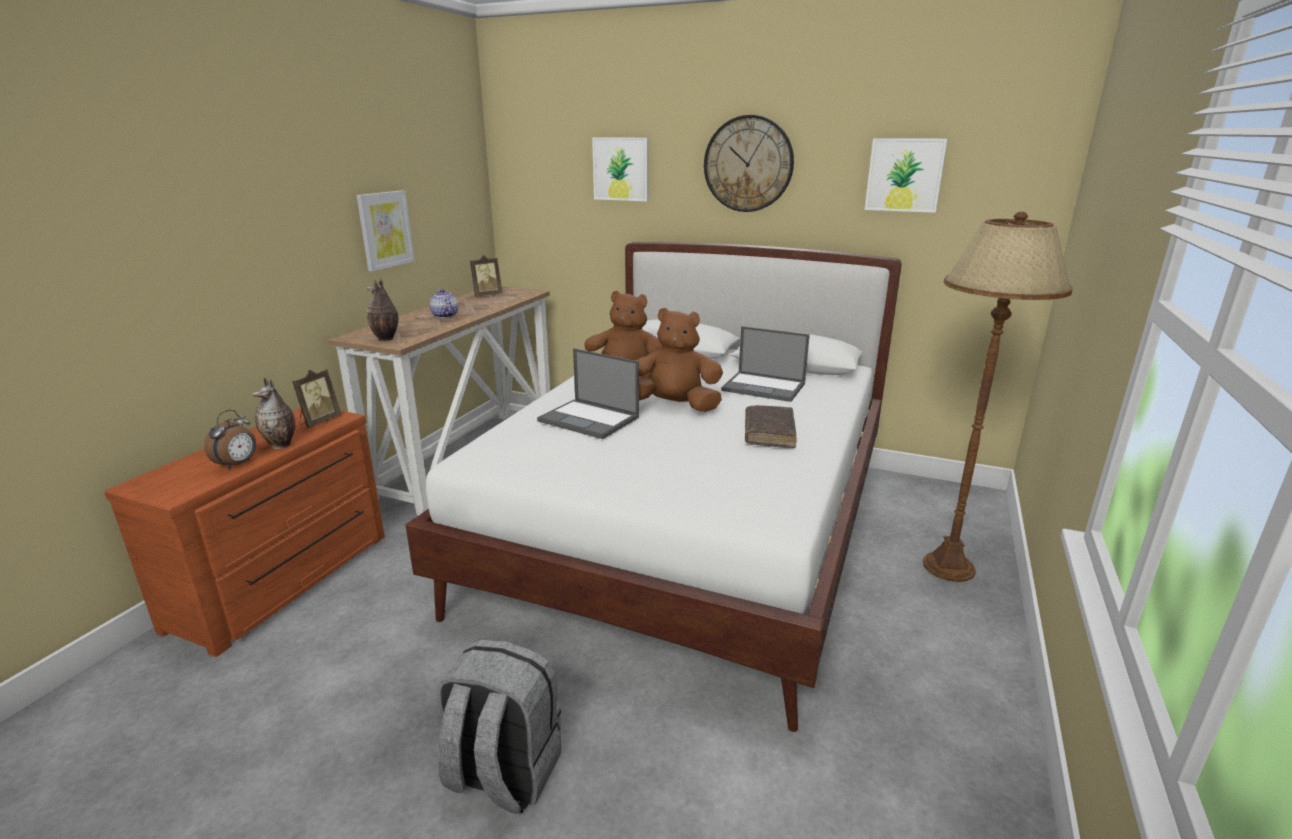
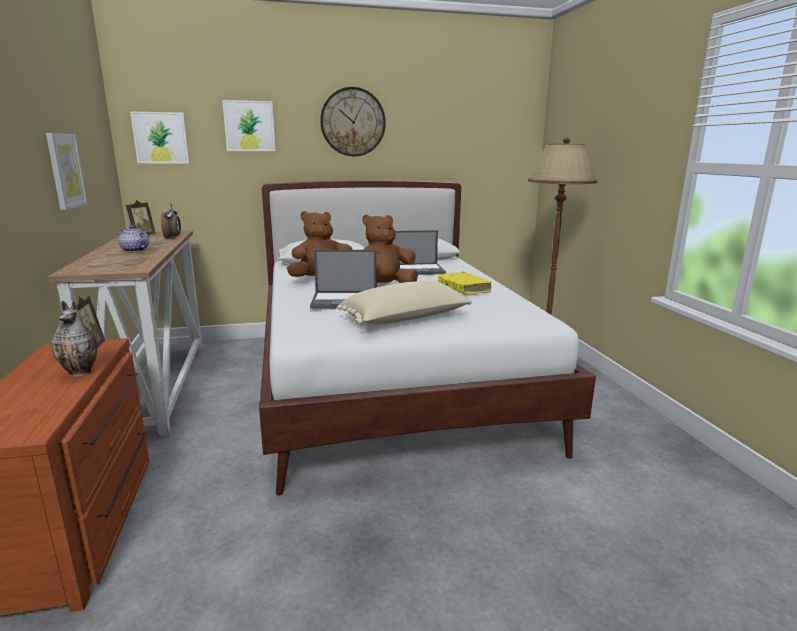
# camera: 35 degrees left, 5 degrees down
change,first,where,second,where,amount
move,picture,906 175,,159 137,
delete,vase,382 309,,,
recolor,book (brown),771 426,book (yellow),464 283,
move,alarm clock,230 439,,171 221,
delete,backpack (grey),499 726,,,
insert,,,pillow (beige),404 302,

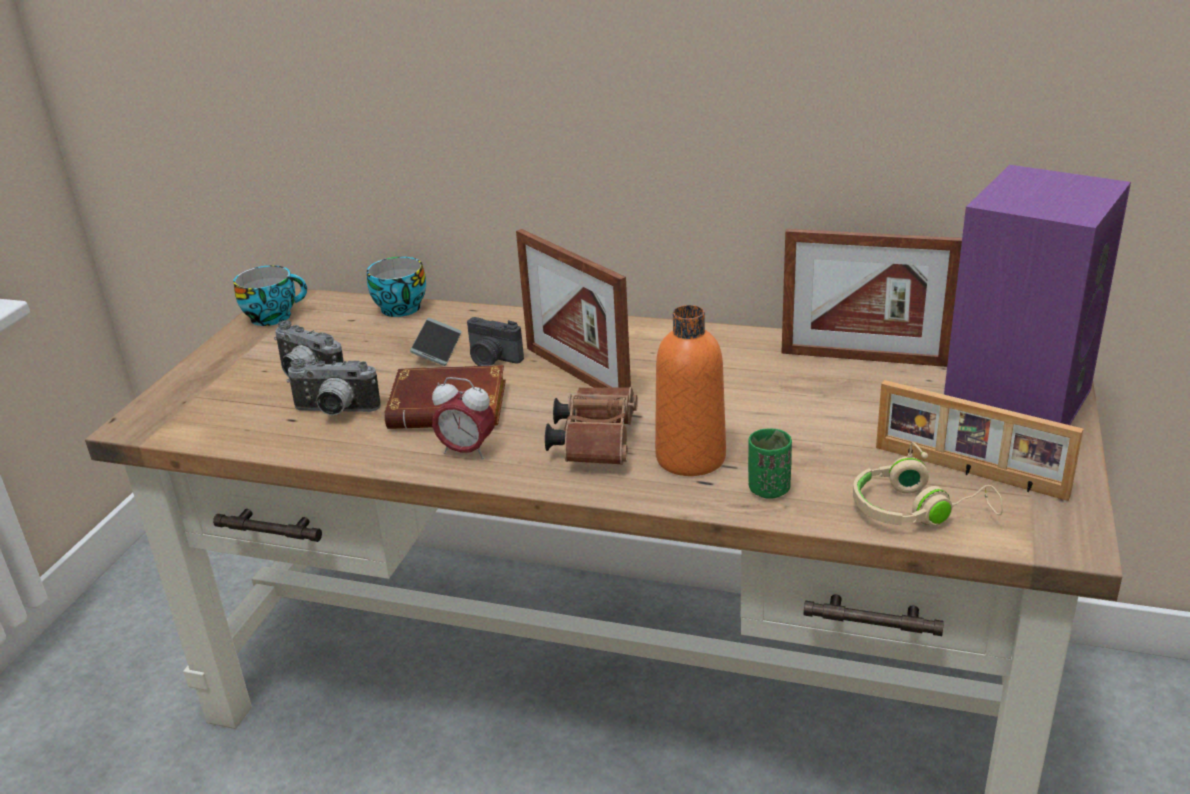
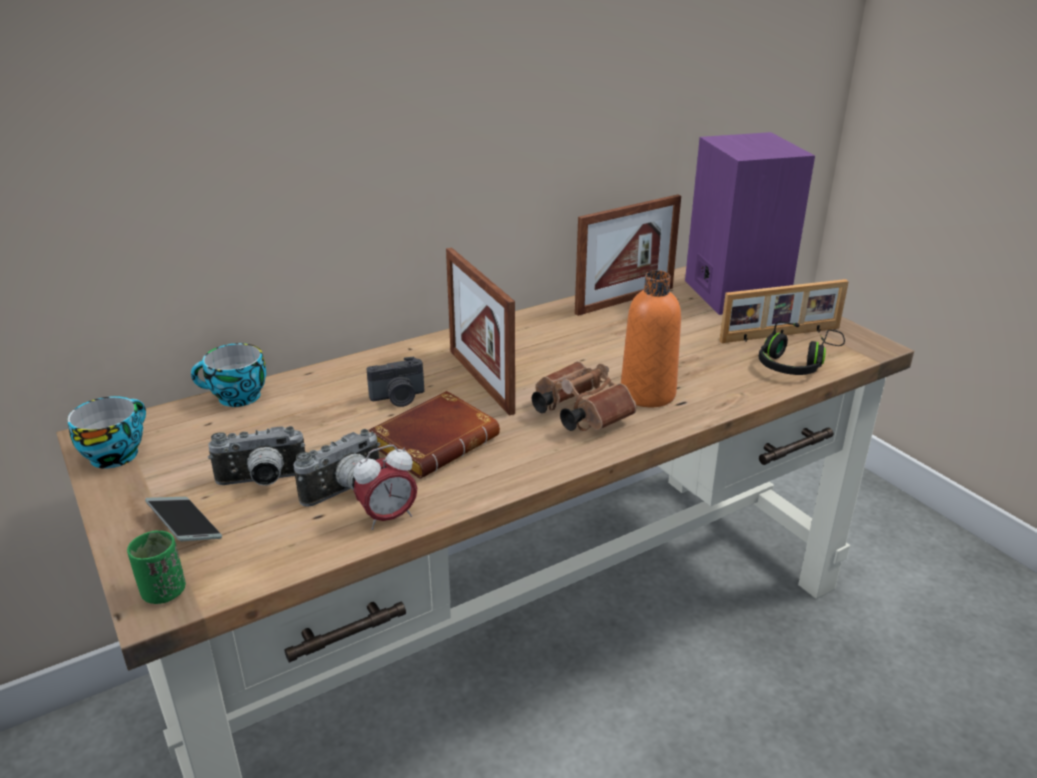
# camera: 50 degrees left, 0 degrees up
change,first,where,second,where,amount
rotate,picture frame,573 308,,480 332,60 degrees clockwise
move,phone,435 342,,183 519,
move,alarm clock,463 418,,385 487,
move,cup (green),770 463,,156 567,
recolor,headphones (beige),928 484,headphones (black),802 348,

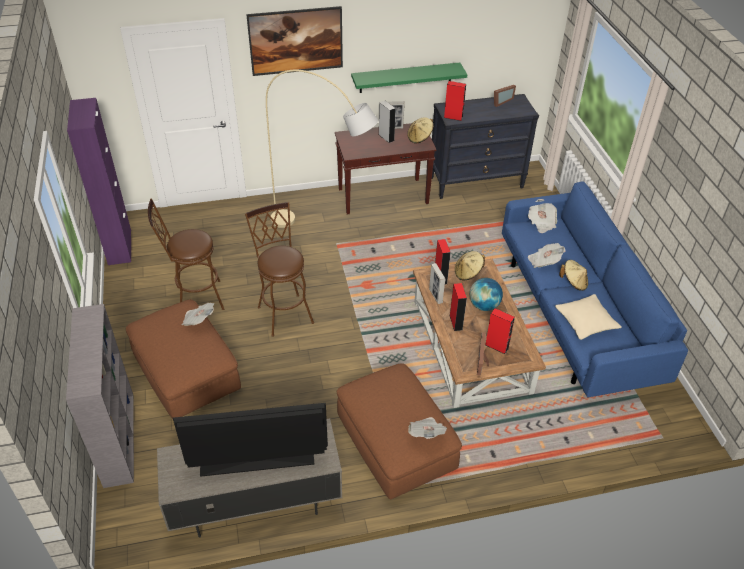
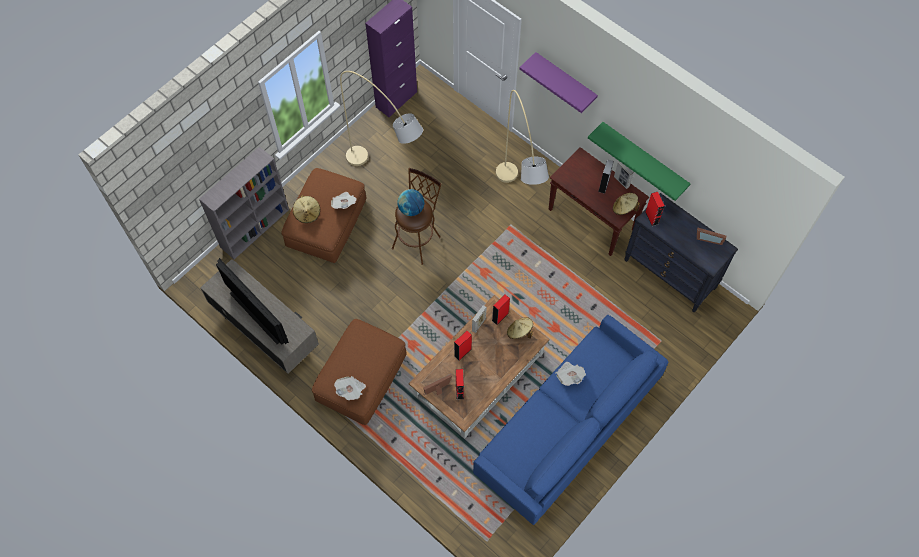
# camera: 55 degrees right, 20 degrees up
change,first,where,second,where,amount
replace,picture,294 41,shelf (purple),558 82,
replace,stool (brown),186 254,floor lamp (beige),381 118,
delete,newspaper,542 216,,,
move,hat (beige),573 275,,306 209,
move,globe,486 294,,410 202,
delete,pillow (beige),588 317,,,

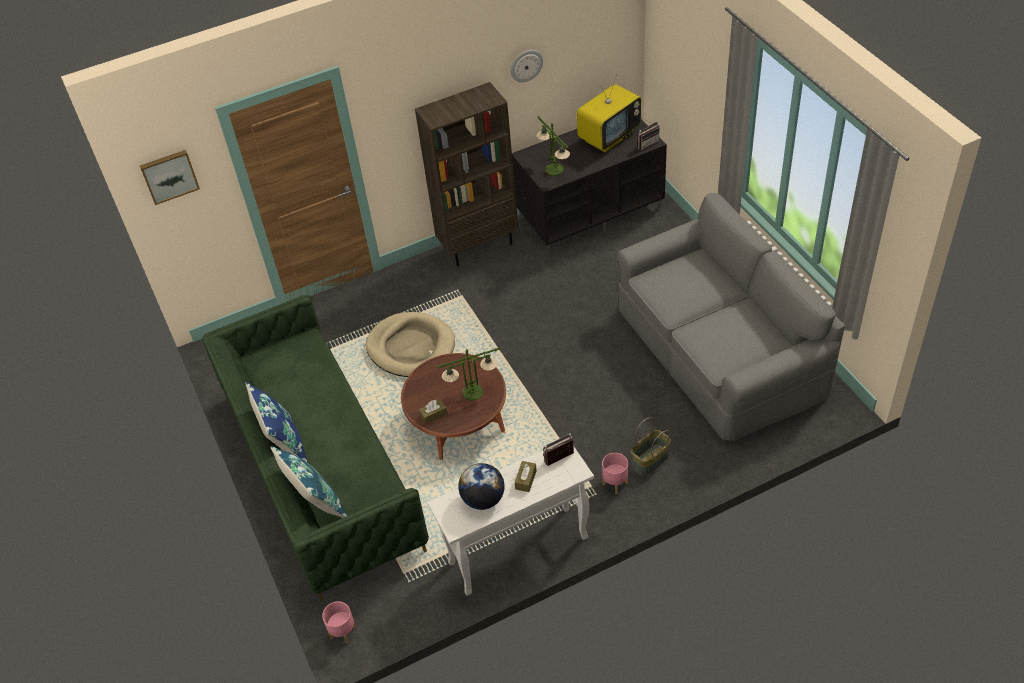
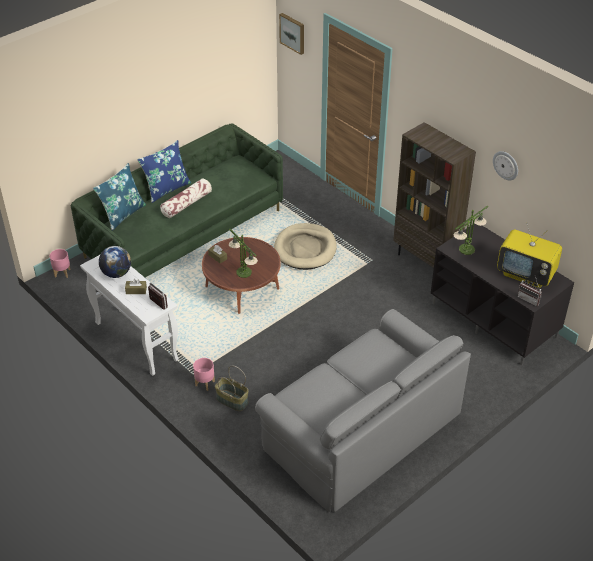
# camera: 70 degrees right, 5 degrees down
change,first,where,second,where,amount
insert,,,pillow,186 198,

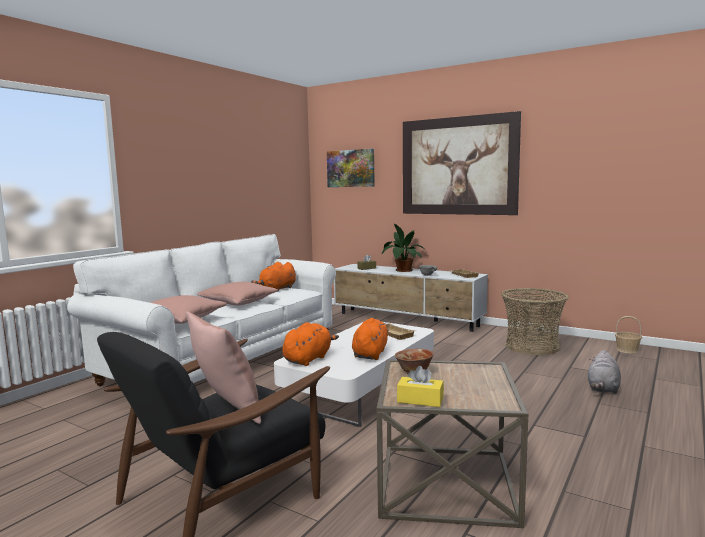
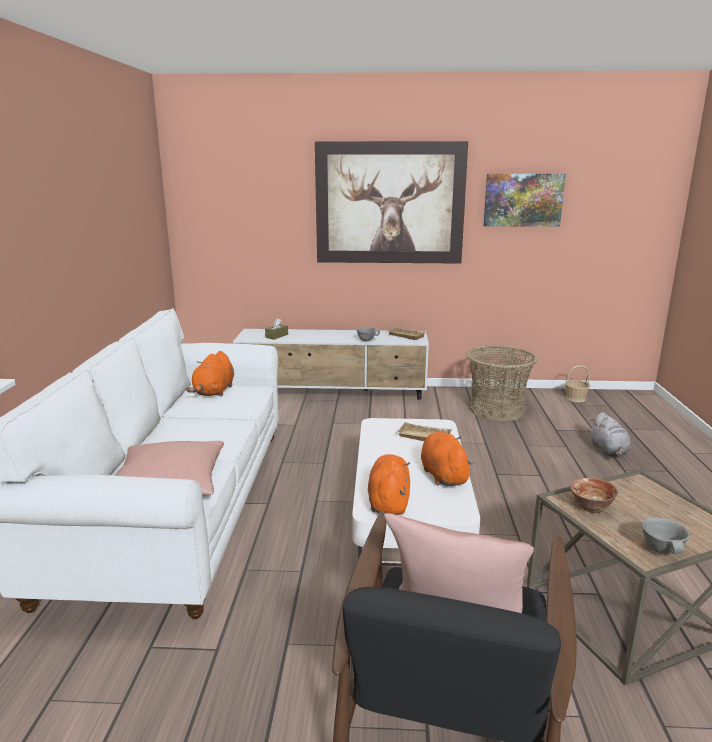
# camera: 30 degrees left, 10 degrees up
change,first,where,second,where,amount
move,picture,351 168,,524 200,
delete,potted plant,403 248,,,
delete,pillow (pink),237 293,,,
replace,tissue box (yellow),420 386,bowl (grey),666 535,

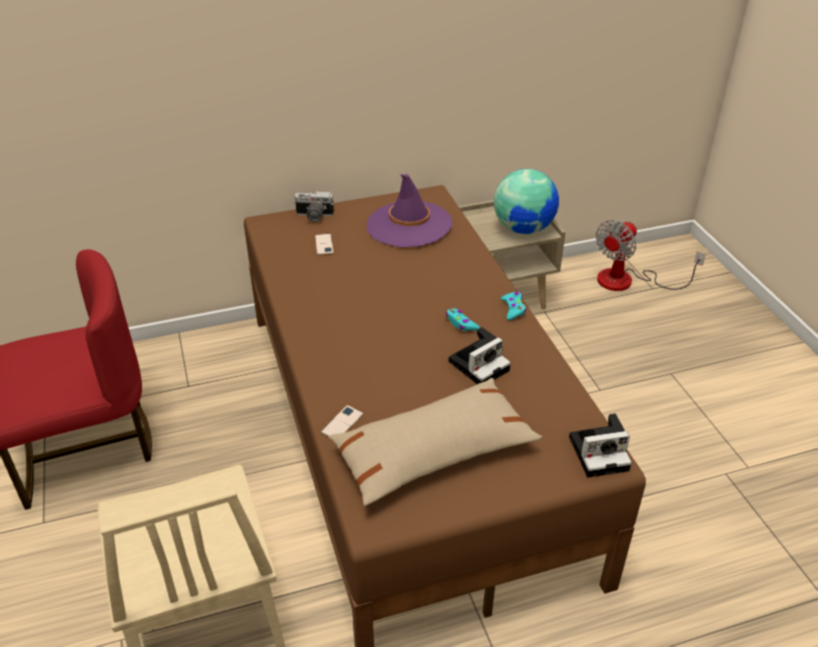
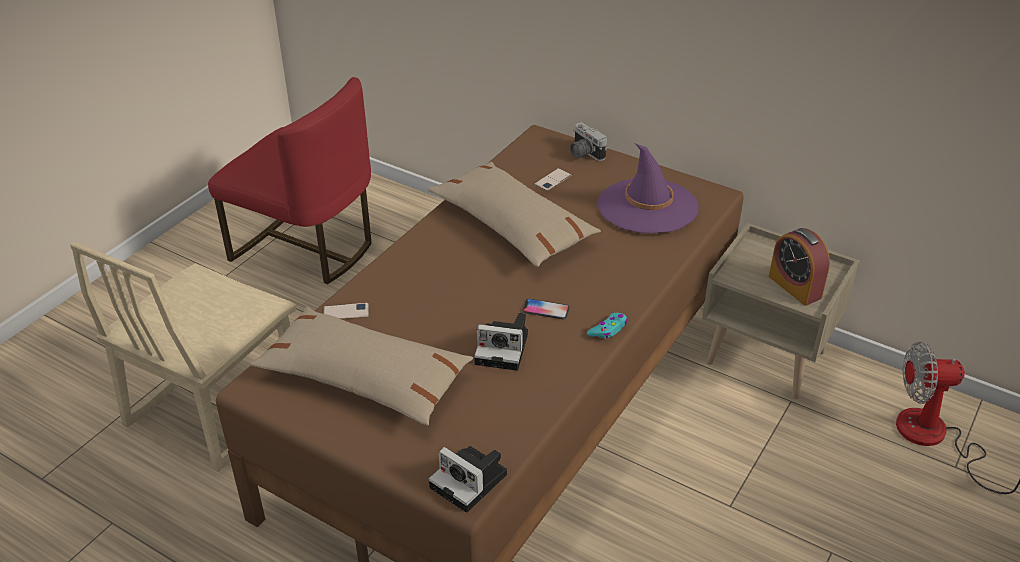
# camera: 50 degrees right, 0 degrees up
change,first,where,second,where,amount
replace,globe,526 201,alarm clock,799 267,
replace,game controller (turquoise),463 320,phone,546 309,
insert,,,pillow (beige),514 214,

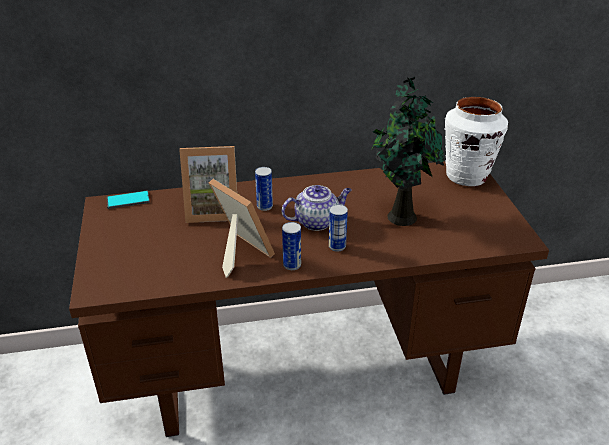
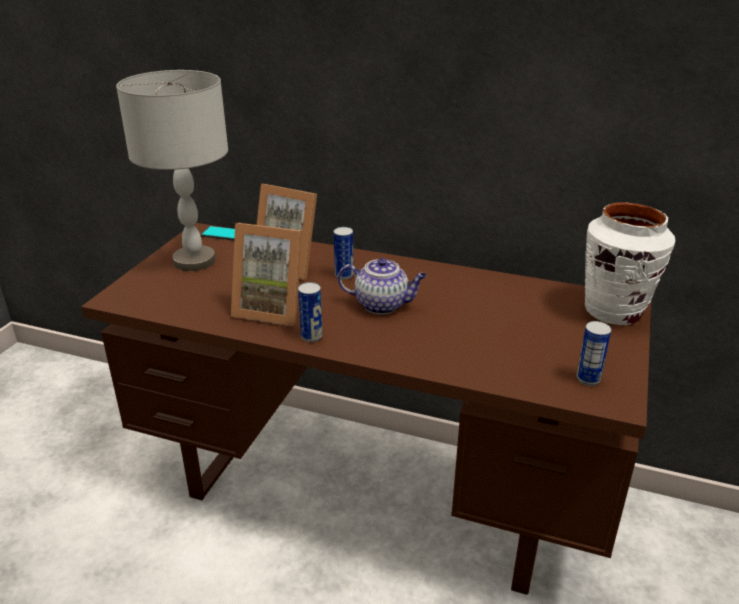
# camera: 30 degrees right, 5 degrees down
change,first,where,second,where,amount
delete,potted plant,407 151,,,
rotate,picture frame,242 228,,266 274,120 degrees clockwise
move,can,338 228,,594 353,
insert,,,table lamp (grey),172 170,

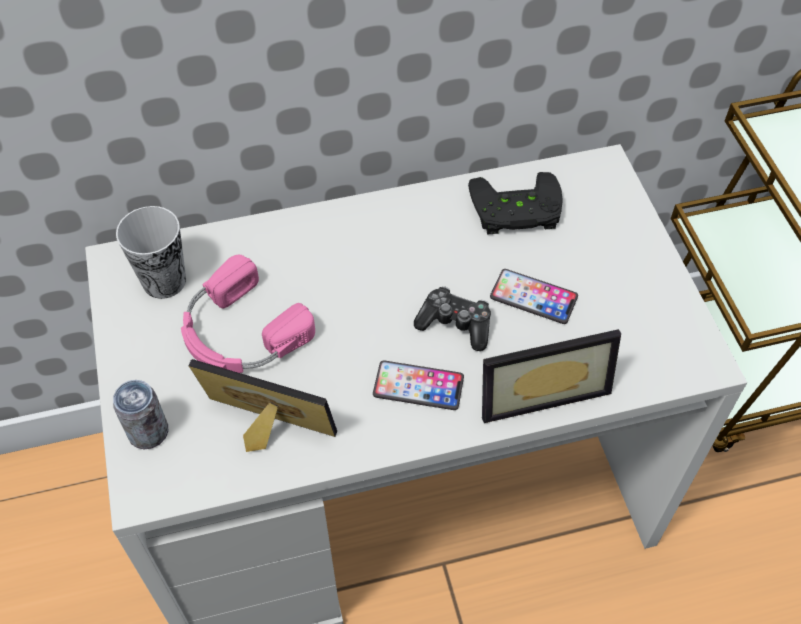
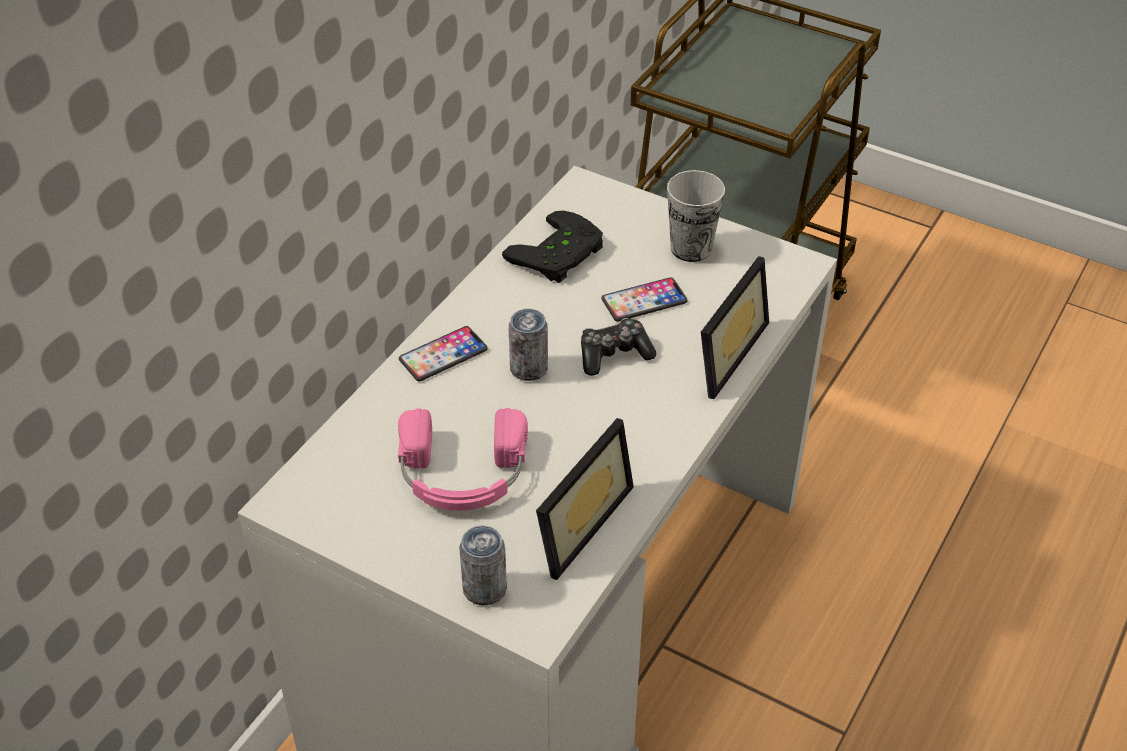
# camera: 45 degrees left, 10 degrees down
change,first,where,second,where,amount
move,cup,151 252,,696 216,
rotate,picture frame,262 405,,585 499,150 degrees clockwise
move,phone,418 385,,443 353,
insert,,,can,528 345,

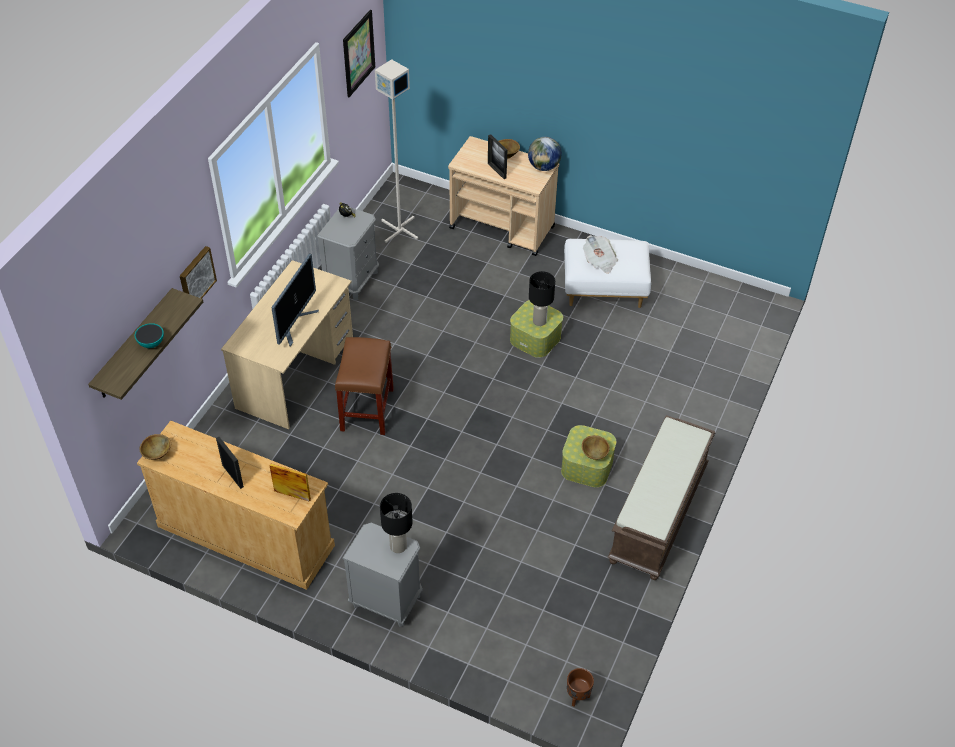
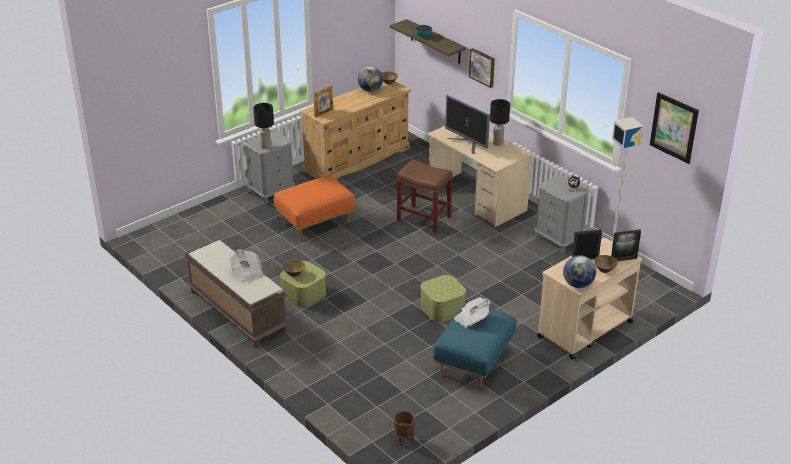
# camera: 115 degrees right, 15 degrees down
change,first,where,second,where,amount
recolor,ottoman (white),607 273,ottoman (blue),474 345,
move,table lamp (black),542 298,,500 122,
move,picture frame,230 463,,626 245,
move,planter (brown),580 687,,404 428,
insert,,,globe,370 79,
insert,,,ottoman (orange),314 208,
insert,,,newspaper,246 266,

